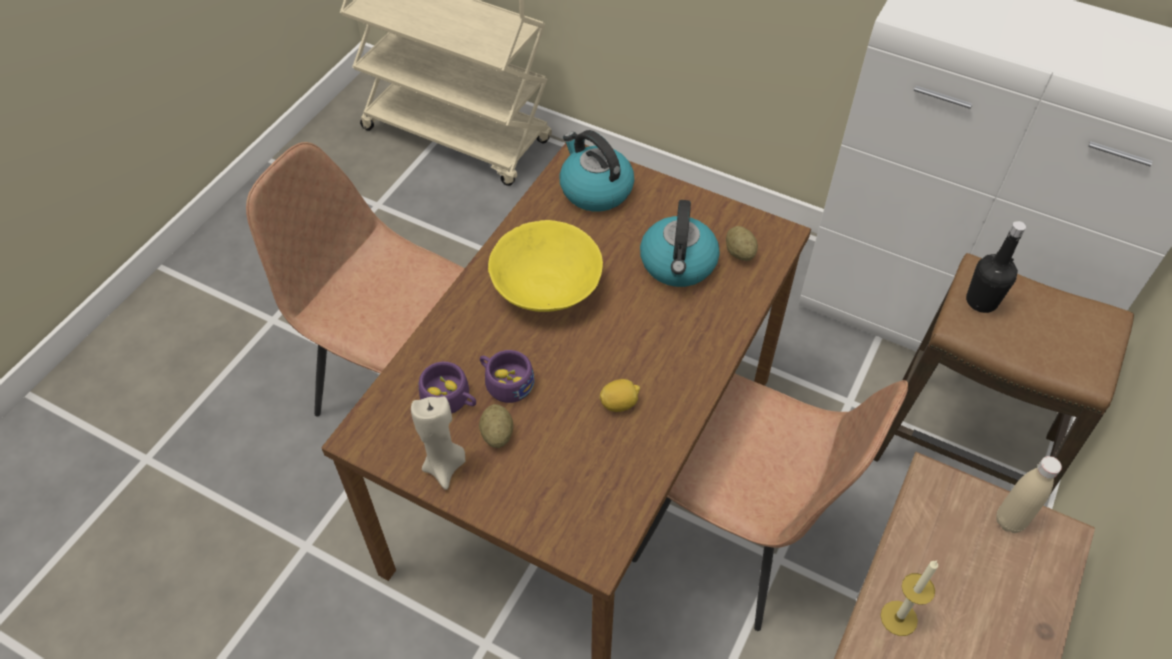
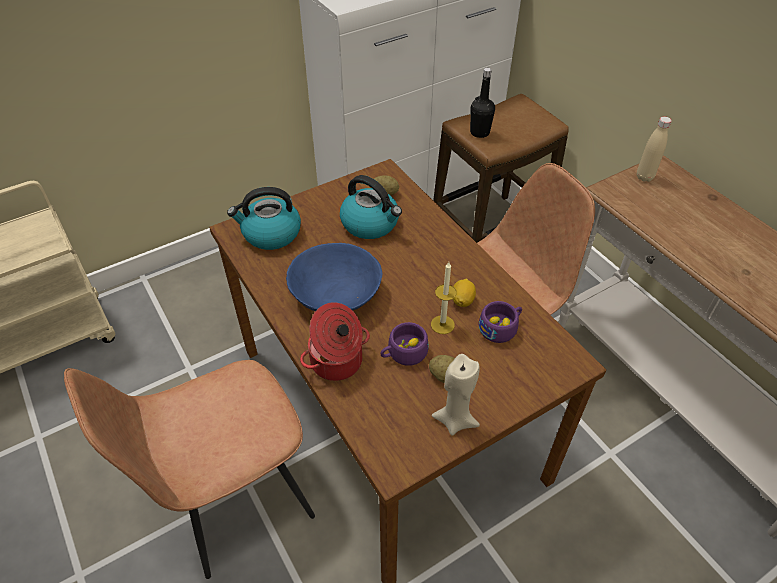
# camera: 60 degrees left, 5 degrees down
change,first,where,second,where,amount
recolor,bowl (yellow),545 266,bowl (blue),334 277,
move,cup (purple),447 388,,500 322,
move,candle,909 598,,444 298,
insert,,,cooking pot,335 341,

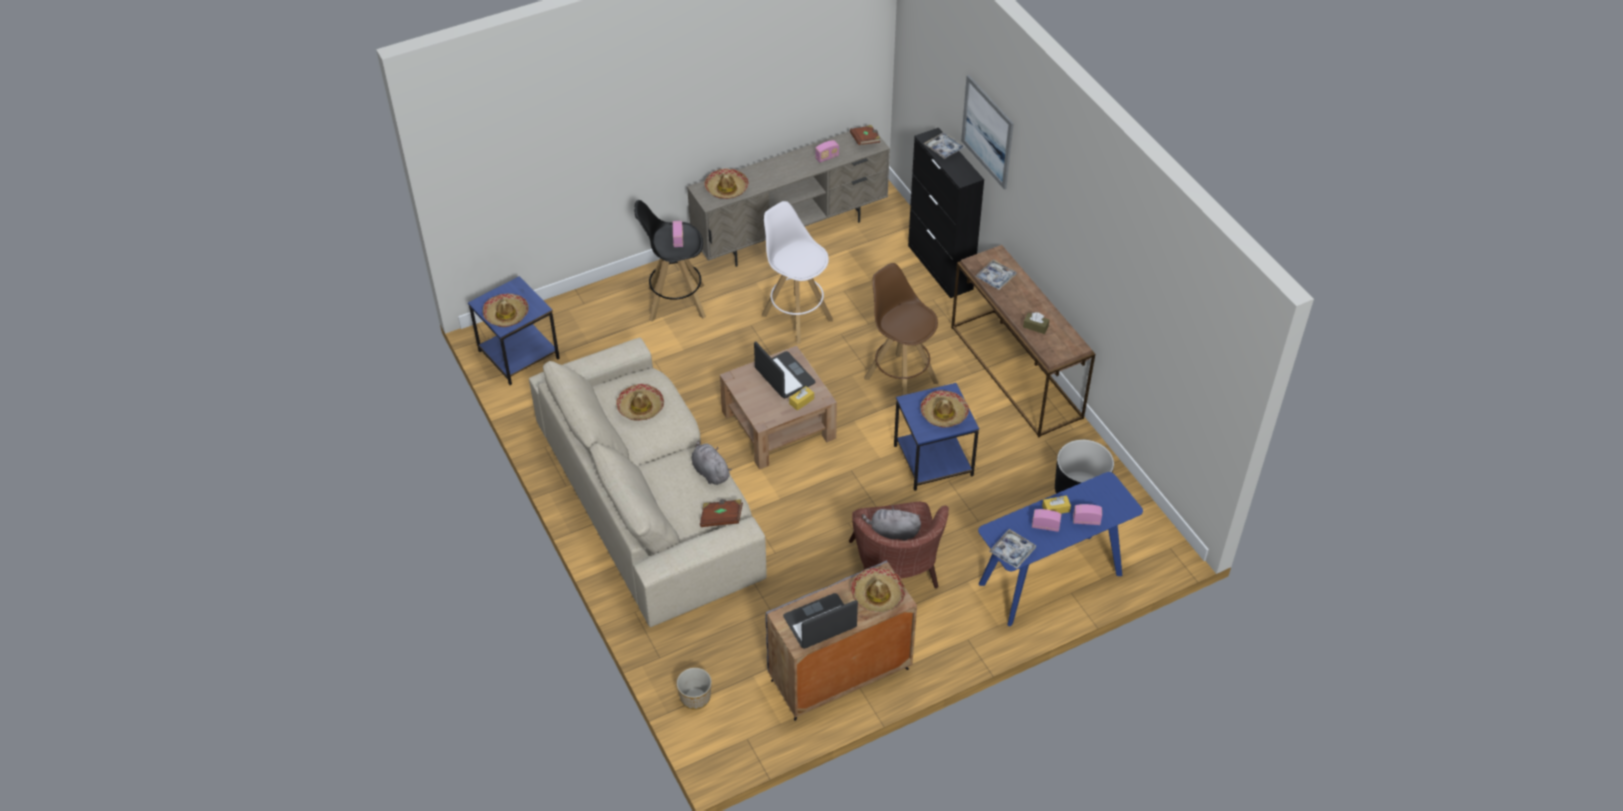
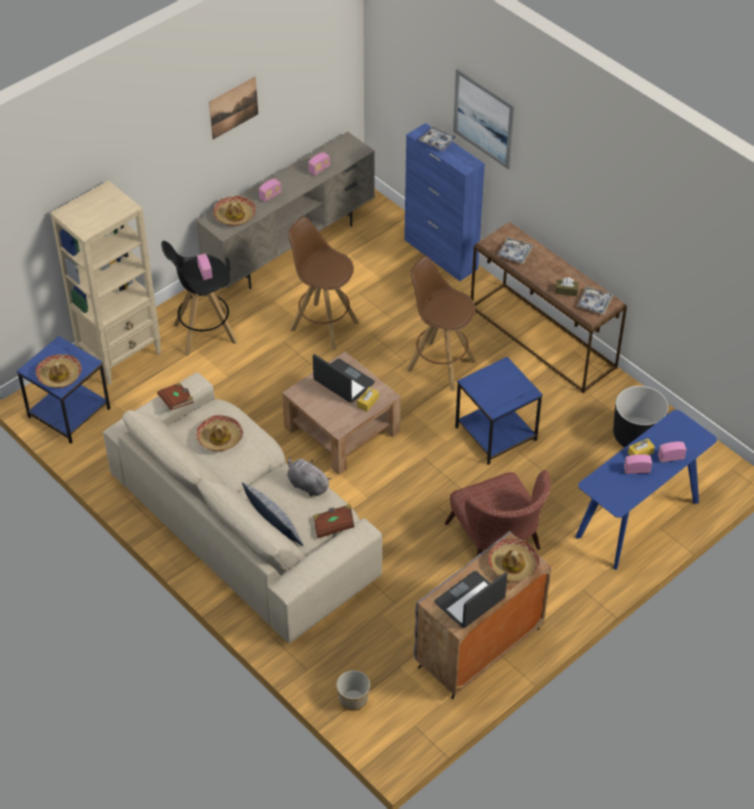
# camera: 15 degrees left, 0 degrees up
change,first,where,second,where,amount
move,book (brown),865 135,,175 396,
recolor,cabinet (black),946 213,cabinet (blue),444 202,
recolor,stool (white),797 272,stool (brown),323 283,
delete,hat,945 409,,,
delete,plush toy (grey),891 522,,,
move,tray,1012 549,,595 300,
insert,,,picture,233 108,
insert,,,radio,270 190,
insert,,,bookcase (beige),105 282,
insert,,,pillow,273 514,

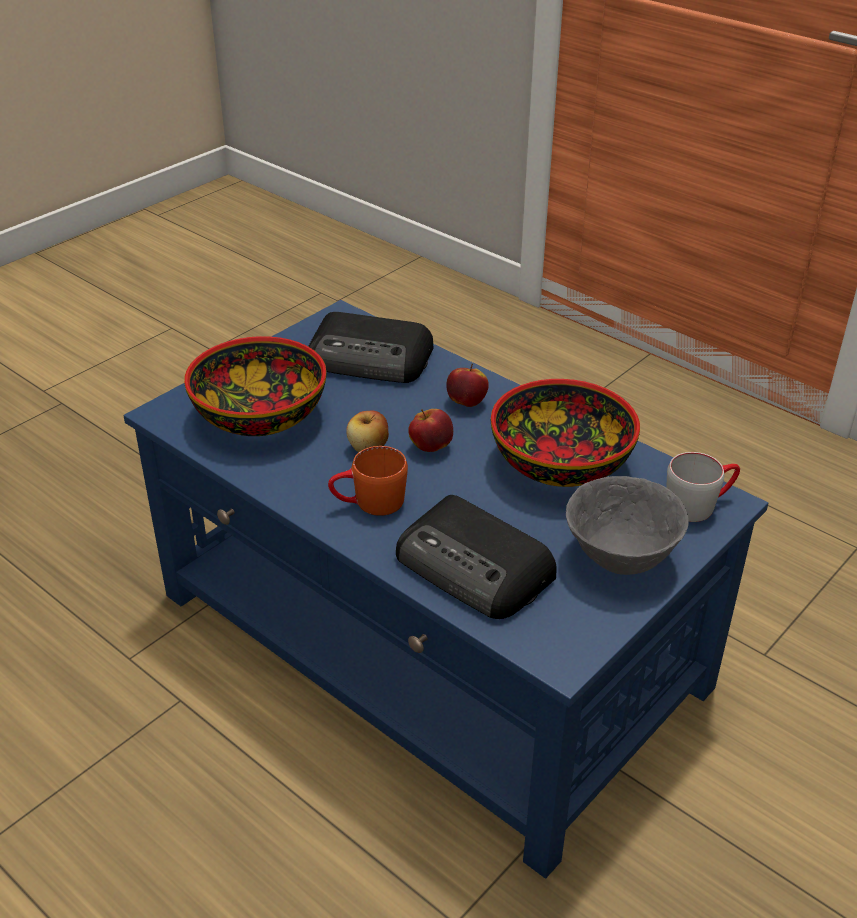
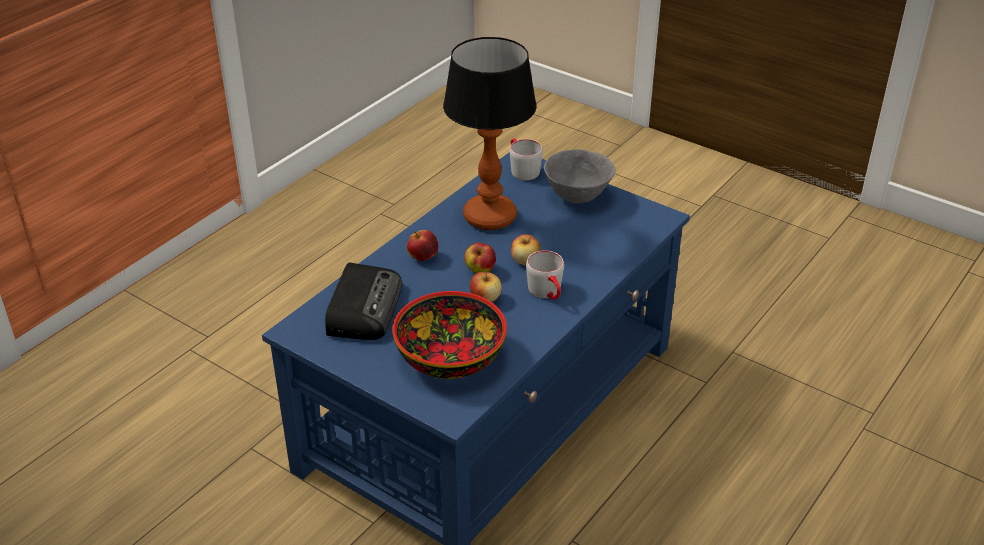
# camera: 95 degrees left, 0 degrees up
change,first,where,second,where,amount
replace,bowl,565 433,table lamp,490 133,
recolor,mug (orange),368 481,mug (grey),545 275,
delete,radio,476 557,,,
insert,,,apple,526 250,

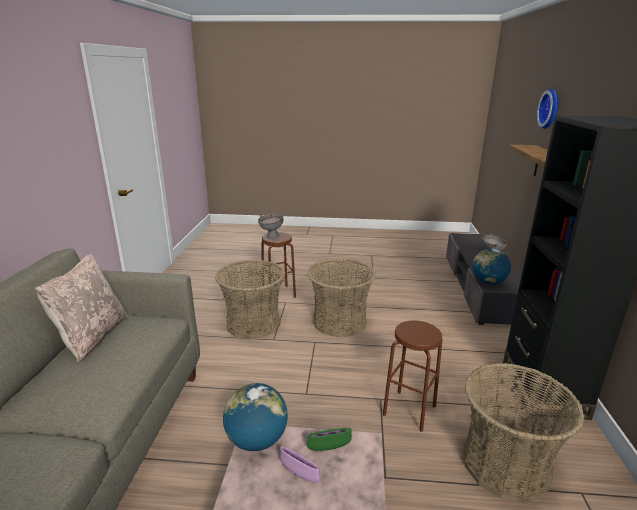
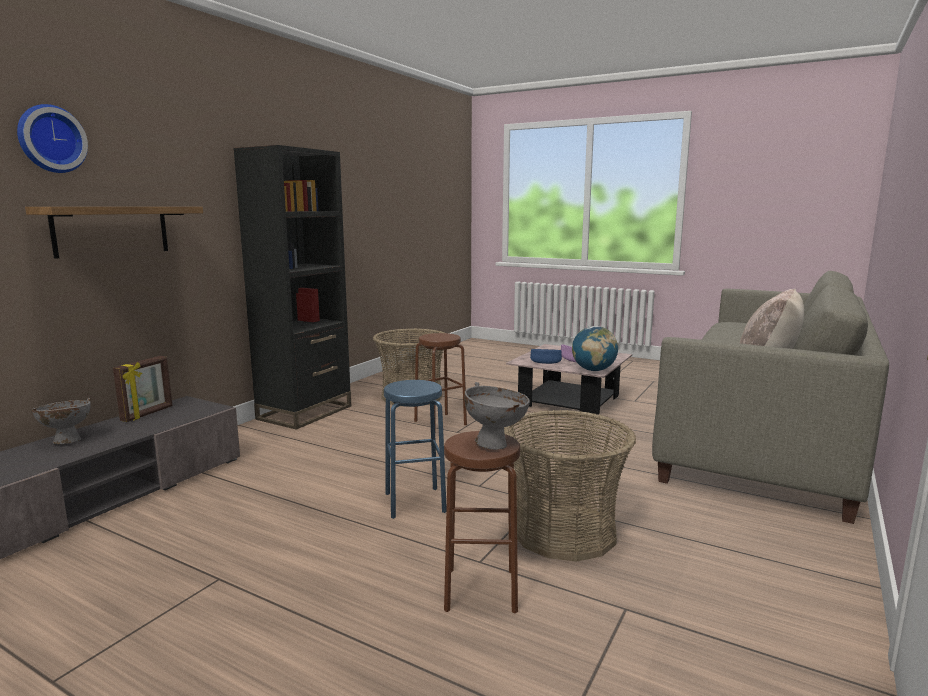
# camera: 155 degrees left, 10 degrees down
change,first,where,second,where,amount
delete,globe,491 266,,,
replace,basket,341 298,stool (blue),415 449,
recolor,bowl (green),329 439,bowl (blue),546 356,
insert,,,picture frame,143 389,

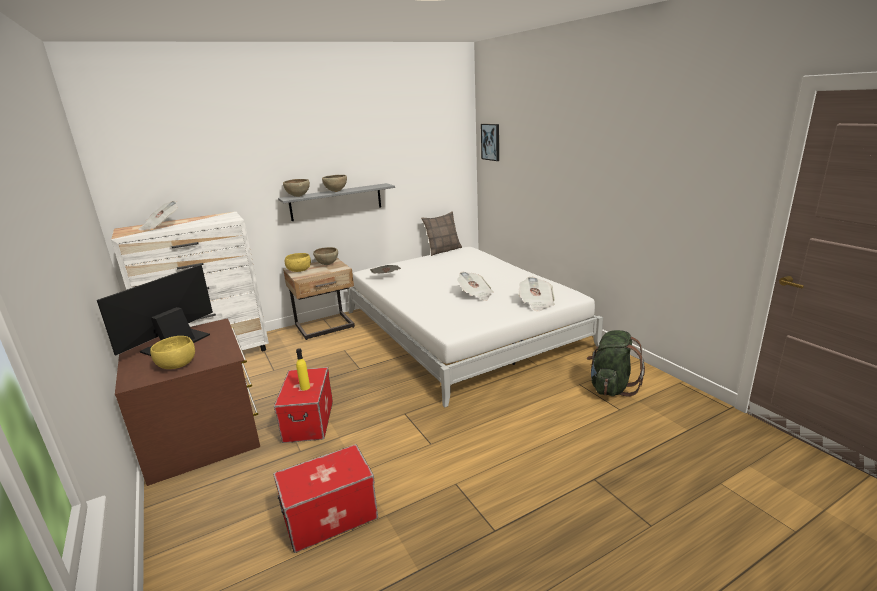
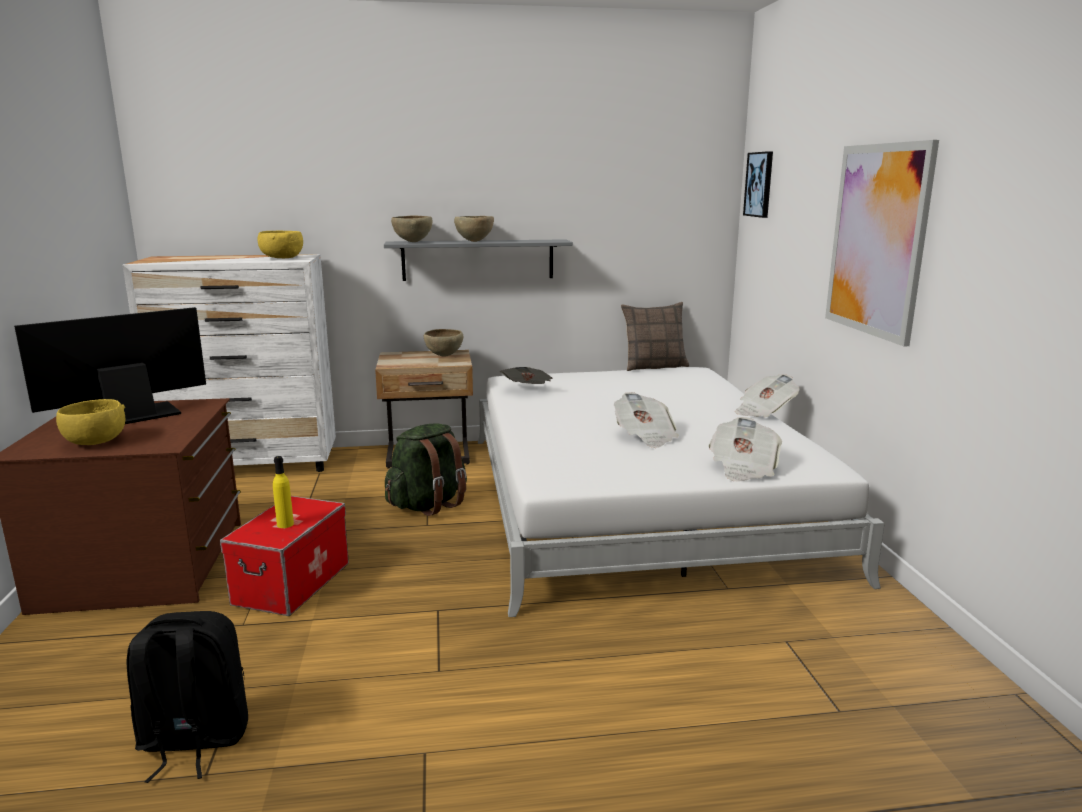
# camera: 20 degrees right, 5 degrees down
change,first,where,second,where,amount
move,newspaper,158 216,,767 395,
move,bowl (yellow),298 262,,280 244,
move,backpack (green),616 363,,426 470,
replace,storage box,325 498,backpack (black),187 697,
insert,,,picture,882 243,

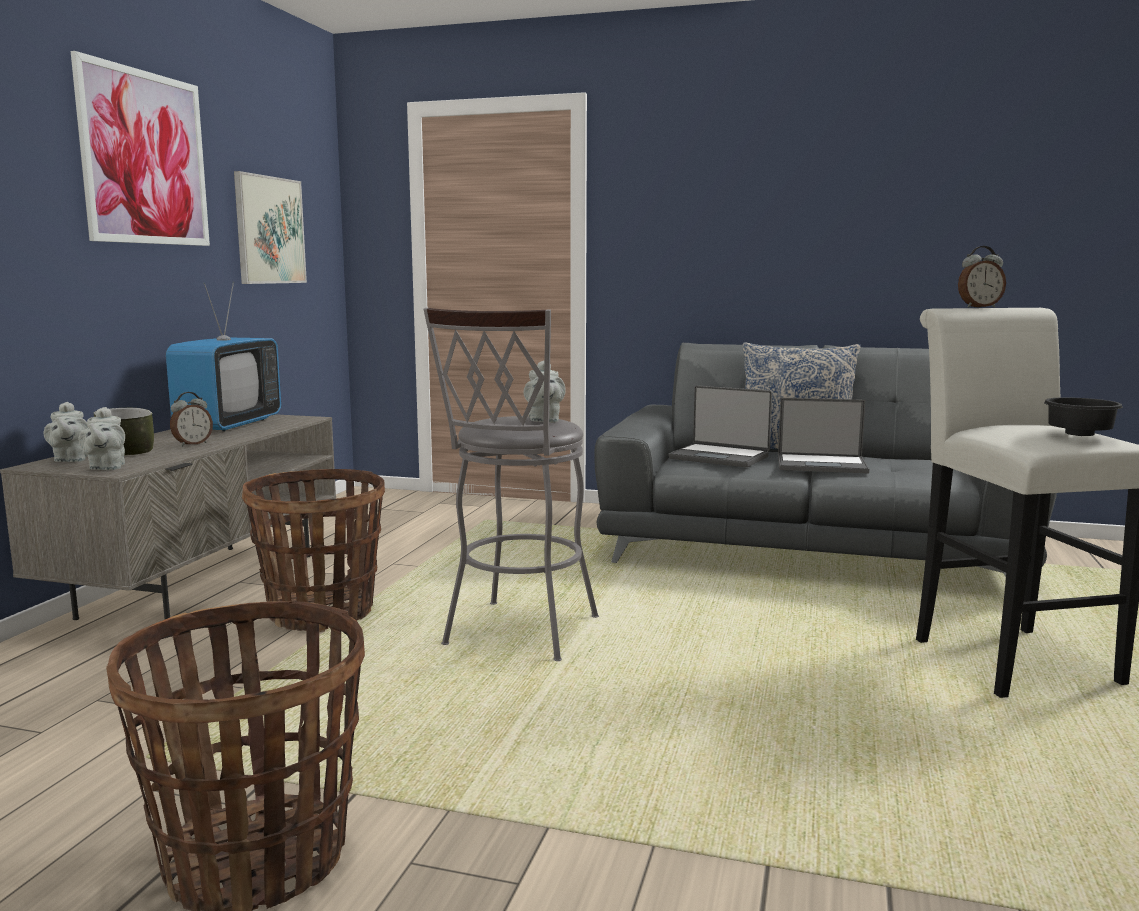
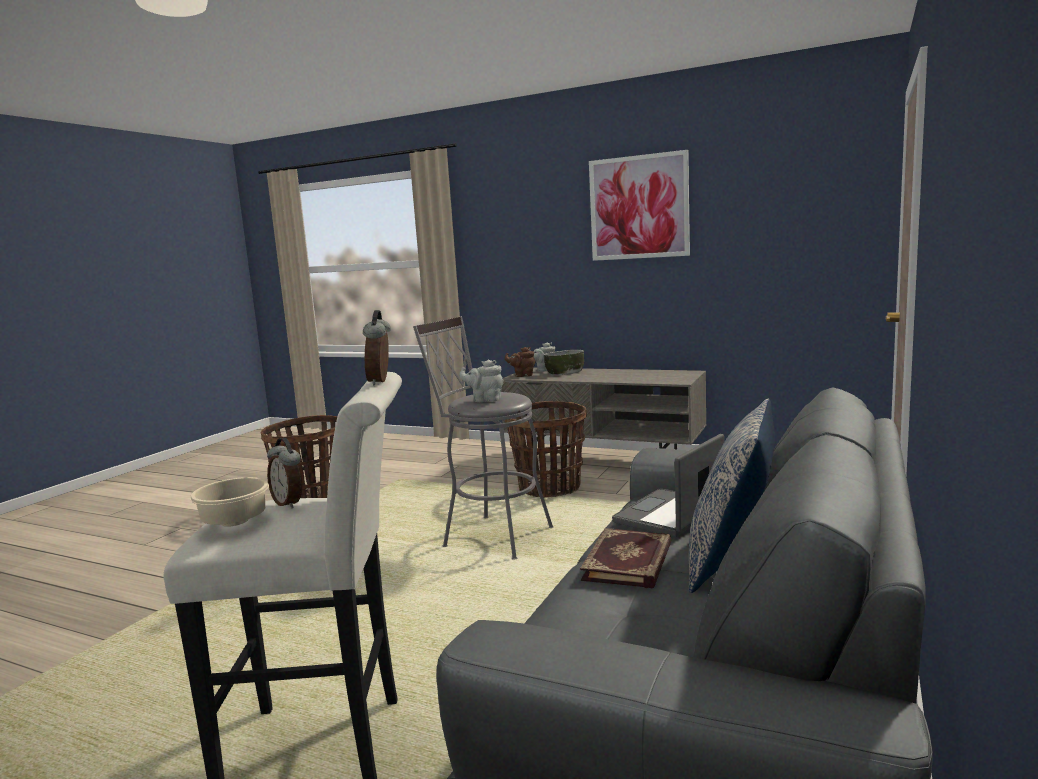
# camera: 100 degrees right, 0 degrees up
change,first,where,second,where,amount
delete,picture,270 227,,,
delete,television,223 357,,,
move,alarm clock,191 419,,284 473,
recolor,bowl (black),1083 416,bowl (beige),229 502,
replace,laptop,823 435,book,626 558,
recolor,teapot (grey),102 438,teapot (brown),520 362,

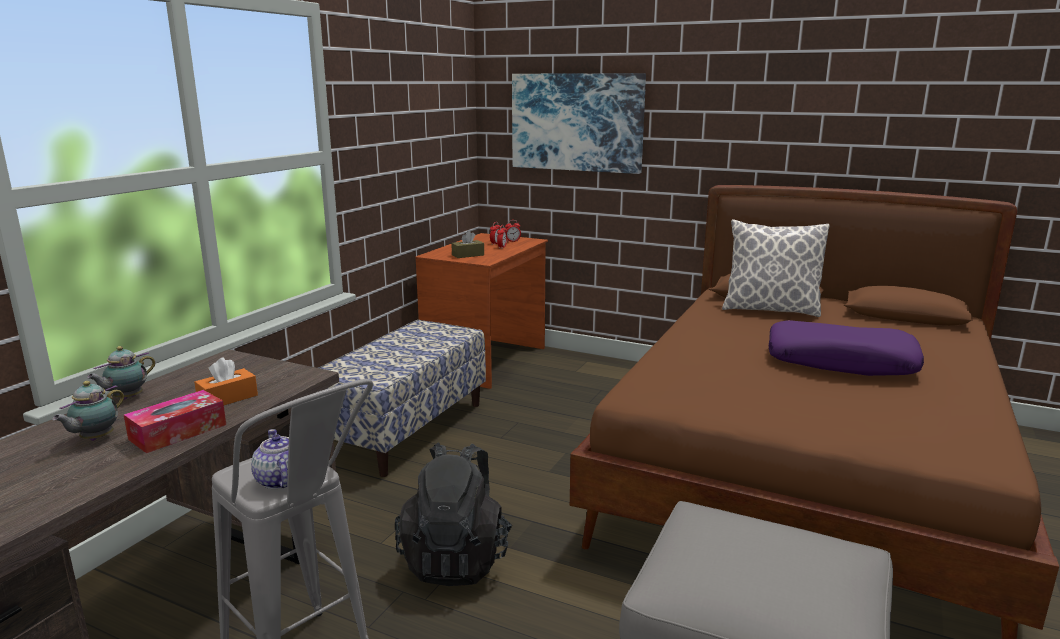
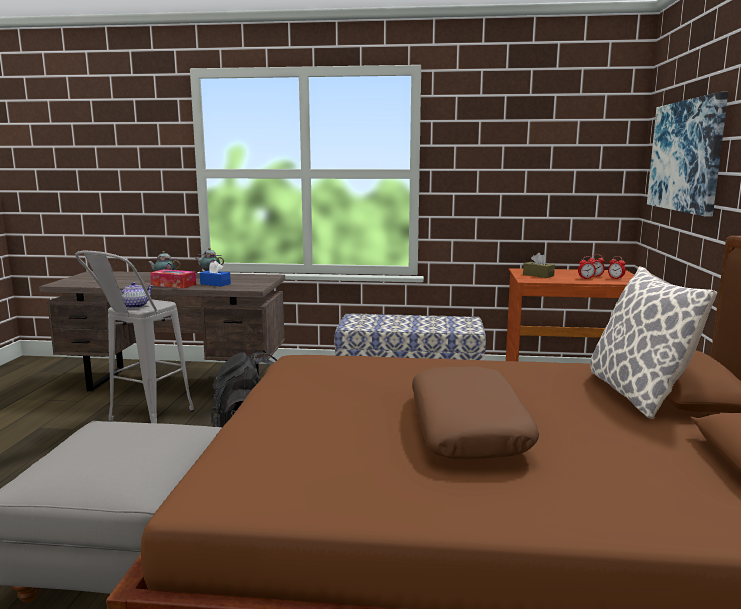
# camera: 70 degrees right, 5 degrees down
change,first,where,second,where,amount
recolor,pillow (purple),846 348,pillow (brown),475 413,
recolor,tissue box (orange),226 381,tissue box (blue),215 274,

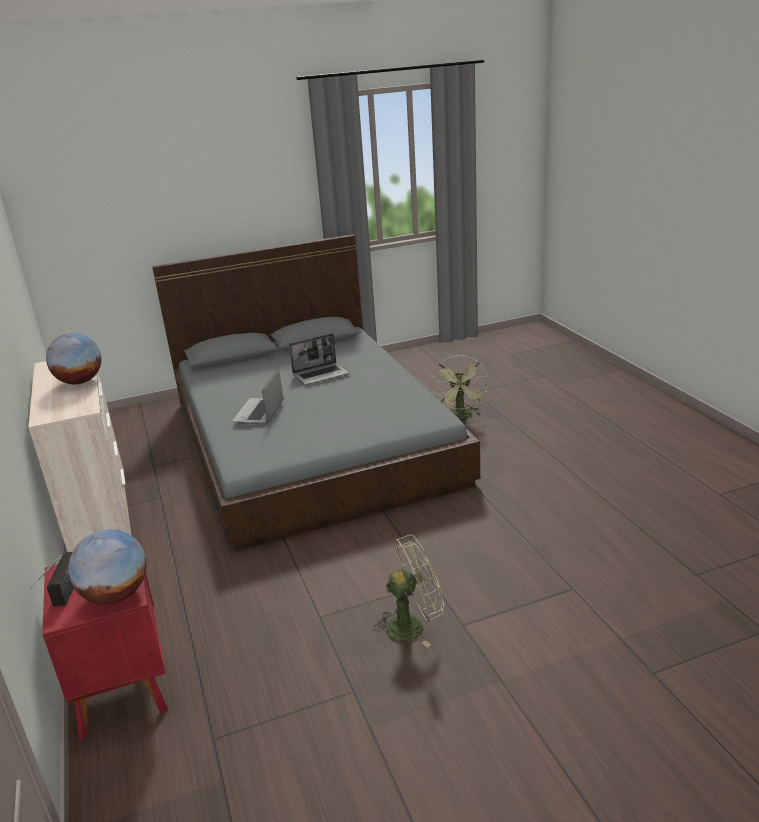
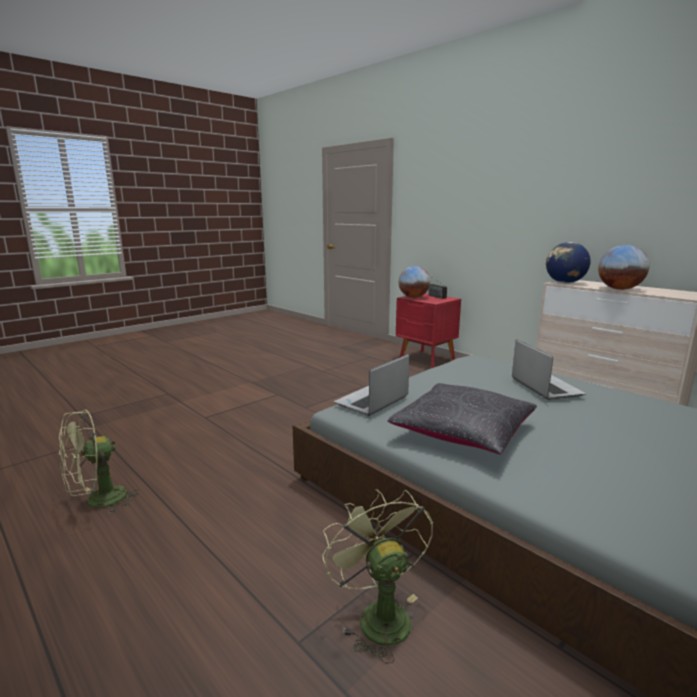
# camera: 155 degrees right, 10 degrees down
change,first,where,second,where,amount
move,laptop,319 359,,371 385,
move,fan (green),408 590,,99 462,
insert,,,globe,568 262,
insert,,,pillow (black),462 418,

